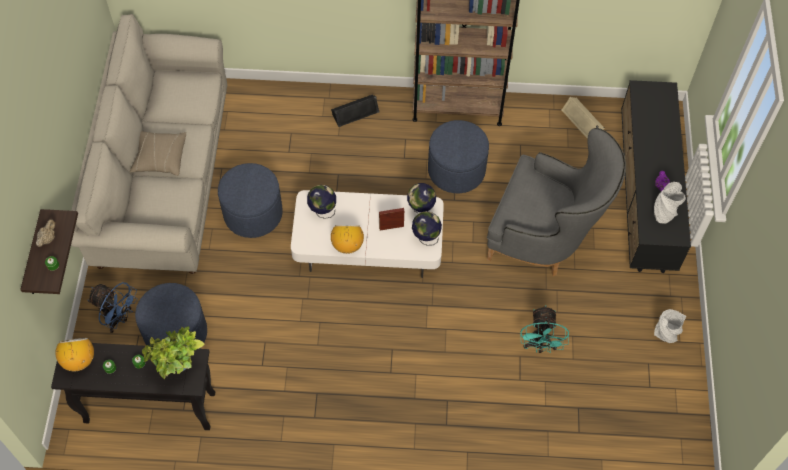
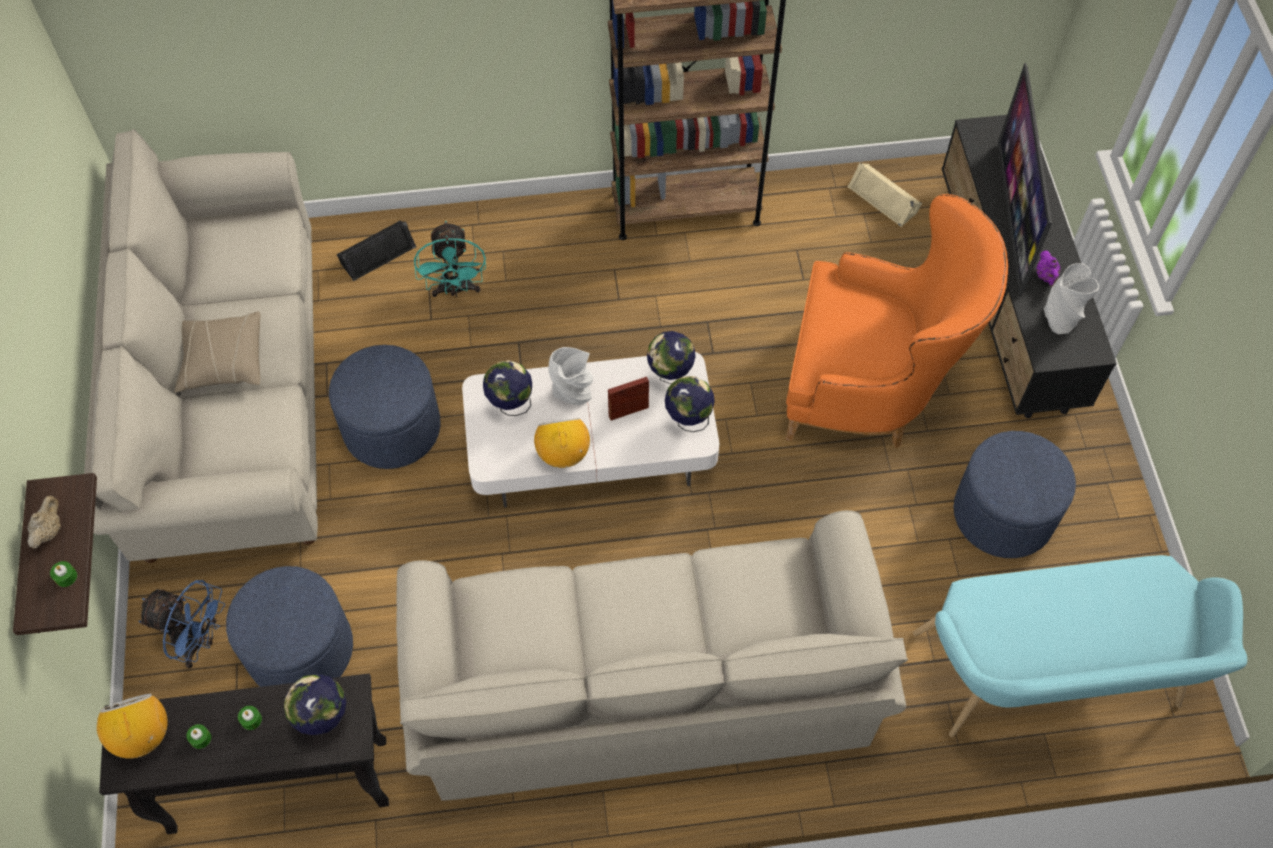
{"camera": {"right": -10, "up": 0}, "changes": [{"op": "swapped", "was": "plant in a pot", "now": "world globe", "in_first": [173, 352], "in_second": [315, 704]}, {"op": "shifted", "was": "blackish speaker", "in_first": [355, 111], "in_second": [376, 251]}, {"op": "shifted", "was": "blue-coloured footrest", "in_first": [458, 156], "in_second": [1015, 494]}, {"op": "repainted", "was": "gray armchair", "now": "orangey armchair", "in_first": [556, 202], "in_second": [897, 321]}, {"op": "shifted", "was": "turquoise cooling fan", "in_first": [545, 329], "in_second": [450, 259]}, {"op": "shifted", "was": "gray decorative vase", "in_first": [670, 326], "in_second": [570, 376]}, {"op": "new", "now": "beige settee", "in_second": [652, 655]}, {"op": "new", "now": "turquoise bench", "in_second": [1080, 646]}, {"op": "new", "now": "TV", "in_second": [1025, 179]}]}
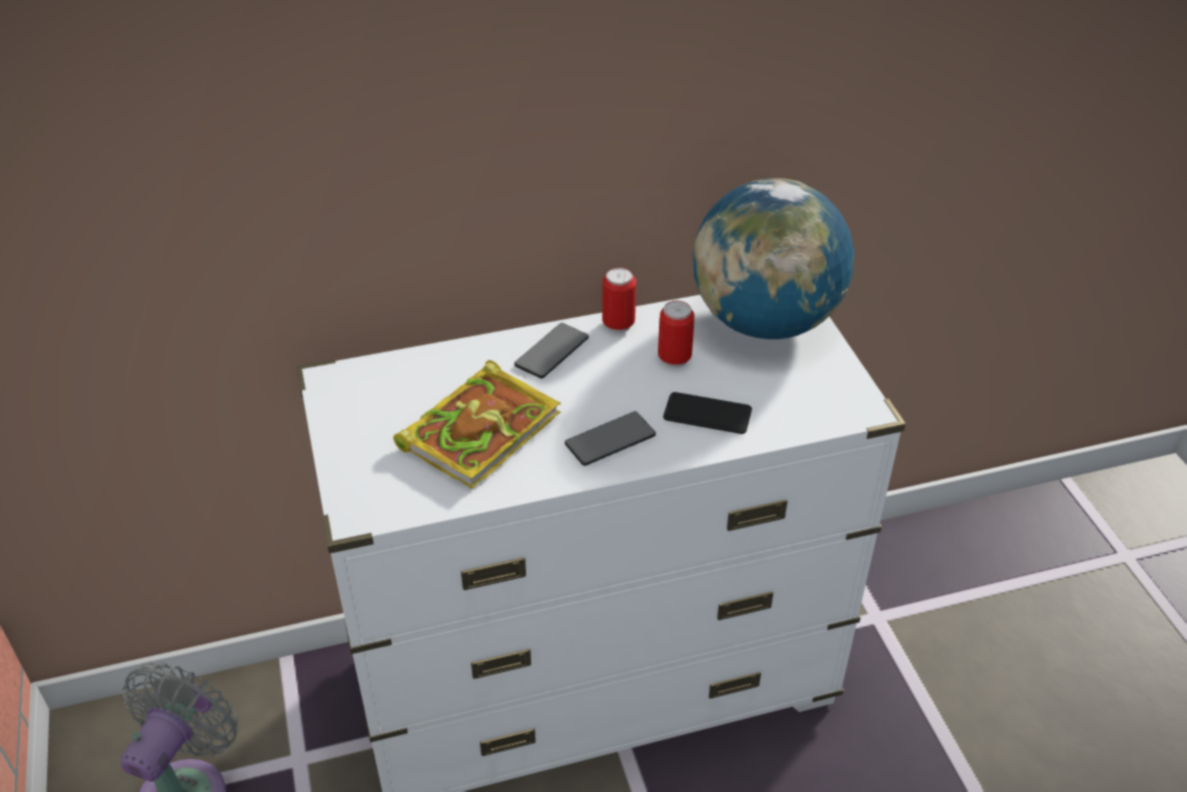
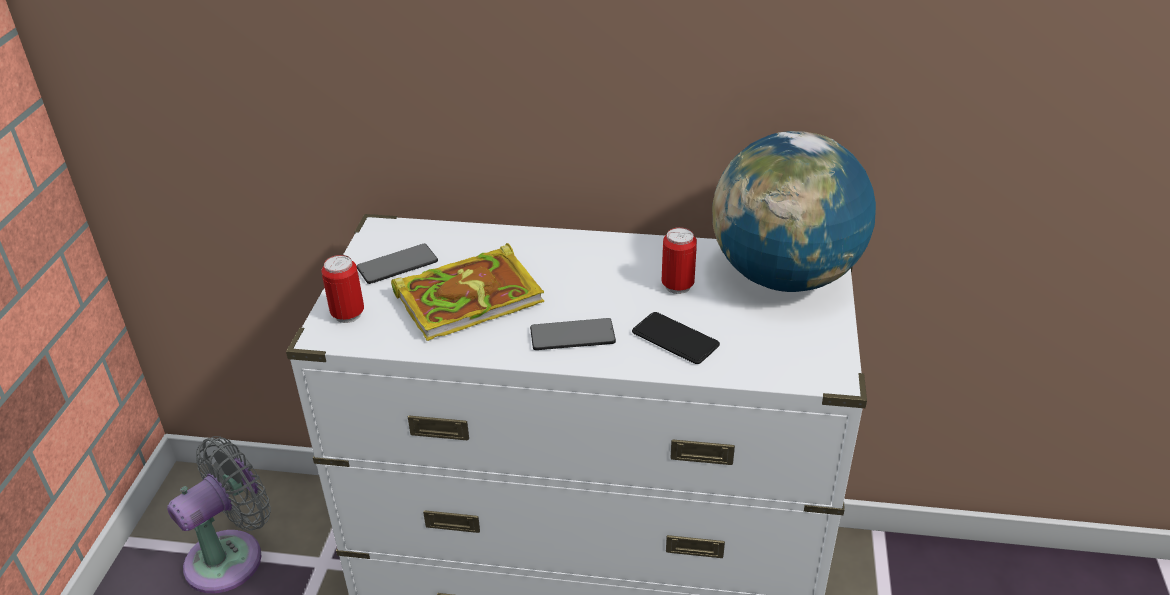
{"camera": {"right": 25, "up": -5}, "changes": [{"op": "shifted", "was": "telephone", "in_first": [551, 351], "in_second": [397, 264]}, {"op": "shifted", "was": "sealed can", "in_first": [619, 300], "in_second": [342, 289]}]}
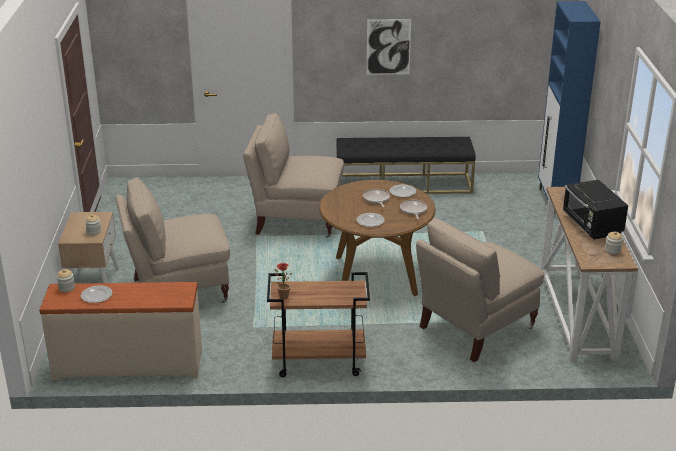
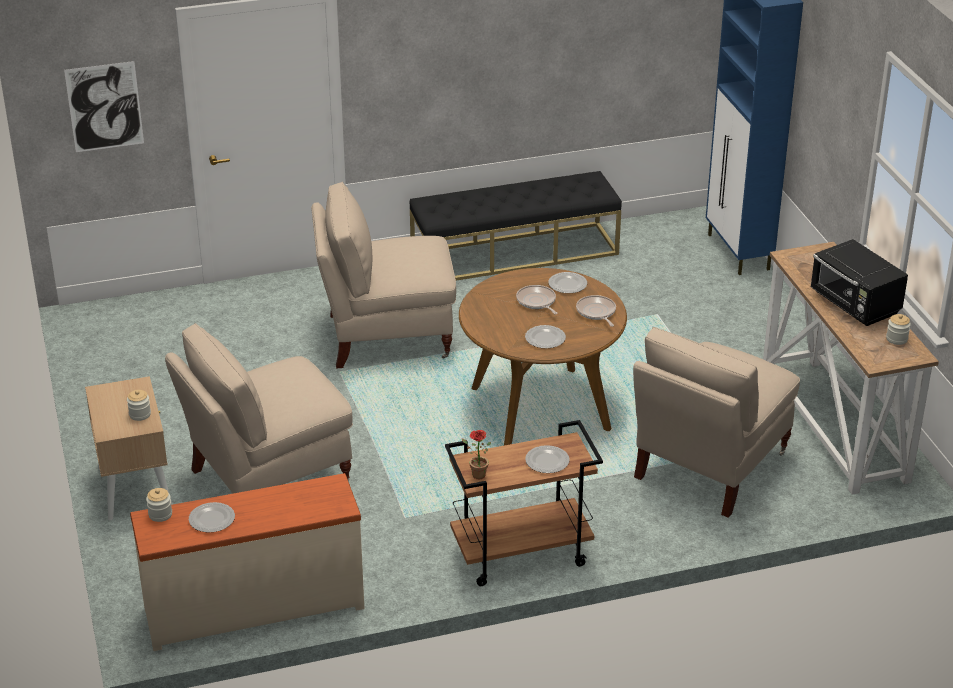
{"camera": {"right": -15, "up": 5}, "changes": [{"op": "shifted", "was": "wall picture", "in_first": [388, 47], "in_second": [104, 106]}, {"op": "new", "now": "dinner plate", "in_second": [547, 459]}]}
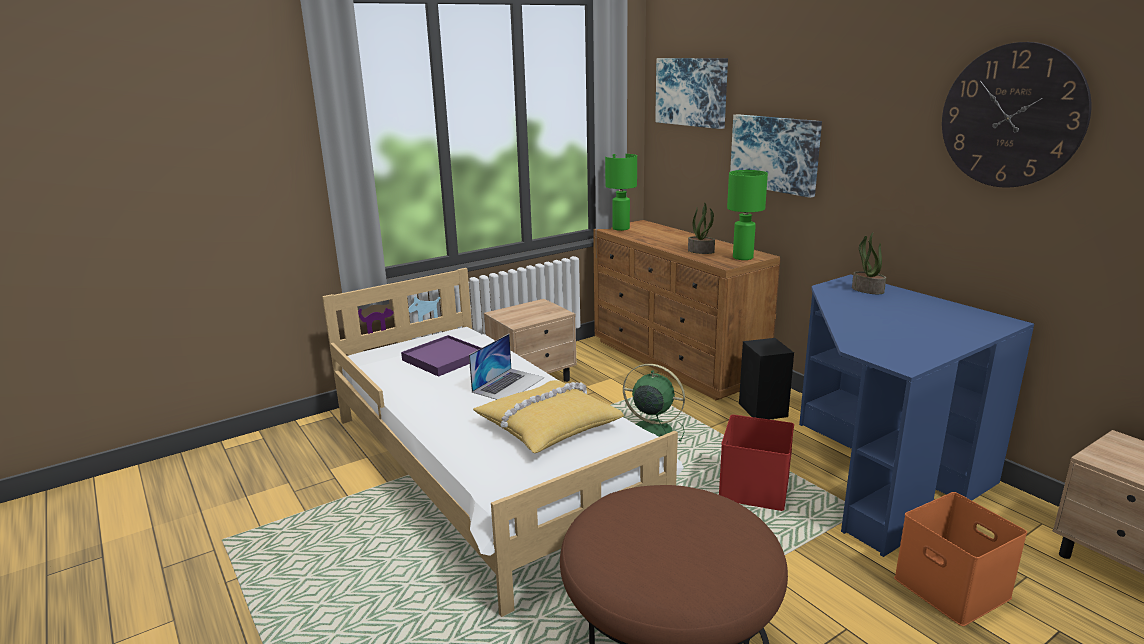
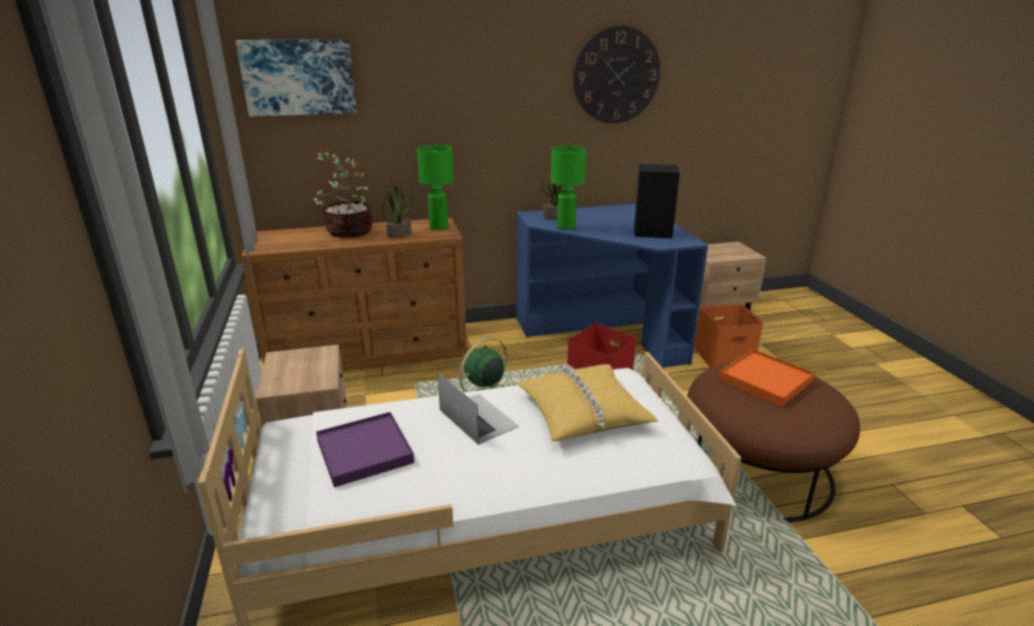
{"camera": {"right": -70, "up": 5}, "changes": [{"op": "shifted", "was": "greenish table lamp", "in_first": [621, 192], "in_second": [569, 188]}, {"op": "gone", "was": "wall picture", "in_first": [776, 156]}, {"op": "shifted", "was": "blackish speaker", "in_first": [766, 379], "in_second": [657, 201]}, {"op": "new", "now": "plant in a pot", "in_second": [341, 194]}, {"op": "new", "now": "orangey carrying tray", "in_second": [767, 378]}]}
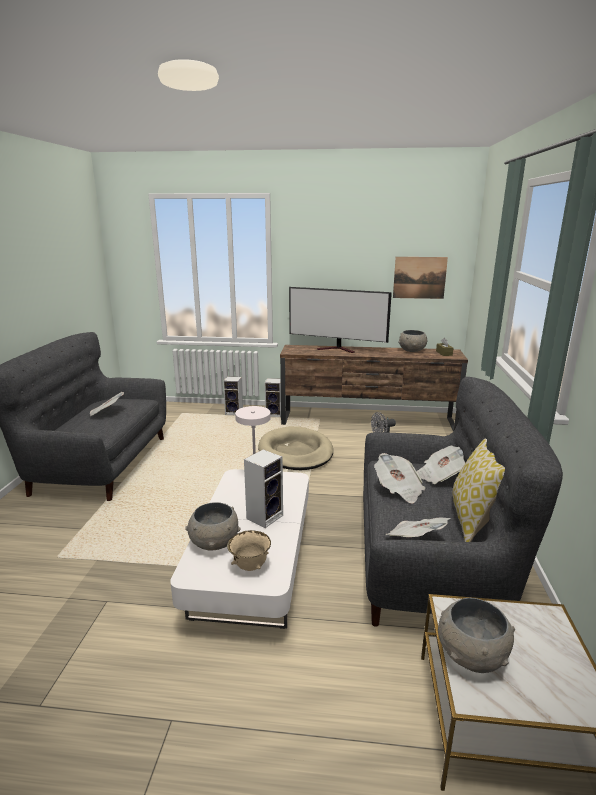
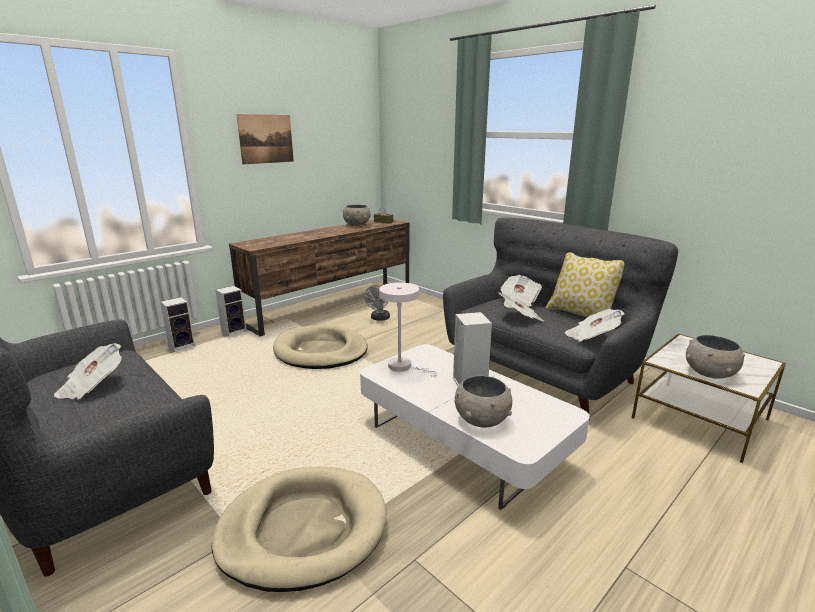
{"camera": {"right": -50, "up": 0}, "changes": [{"op": "gone", "was": "beige bowl", "in_first": [249, 550]}, {"op": "gone", "was": "TV", "in_first": [340, 320]}, {"op": "shifted", "was": "wall picture", "in_first": [420, 278], "in_second": [265, 139]}, {"op": "new", "now": "beige dog cushion", "in_second": [299, 529]}]}
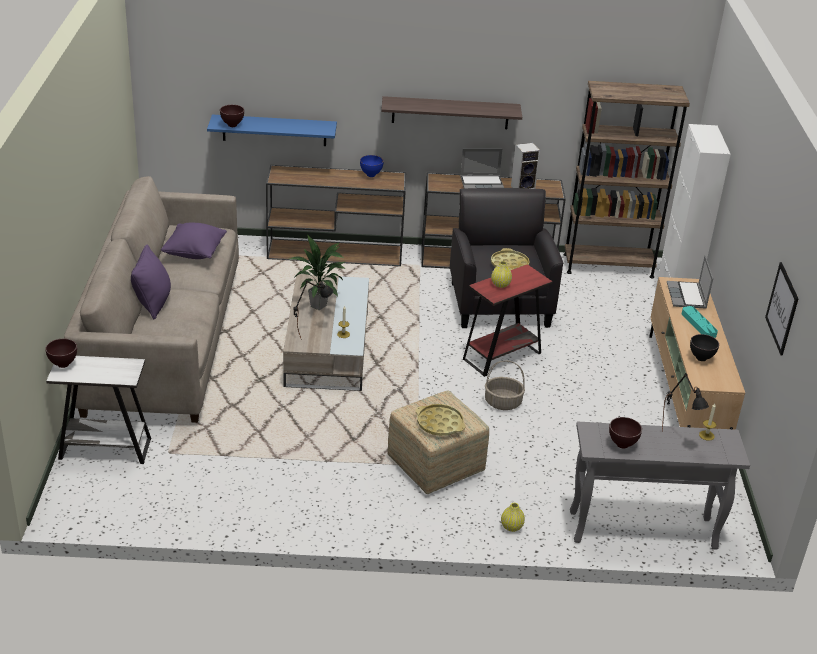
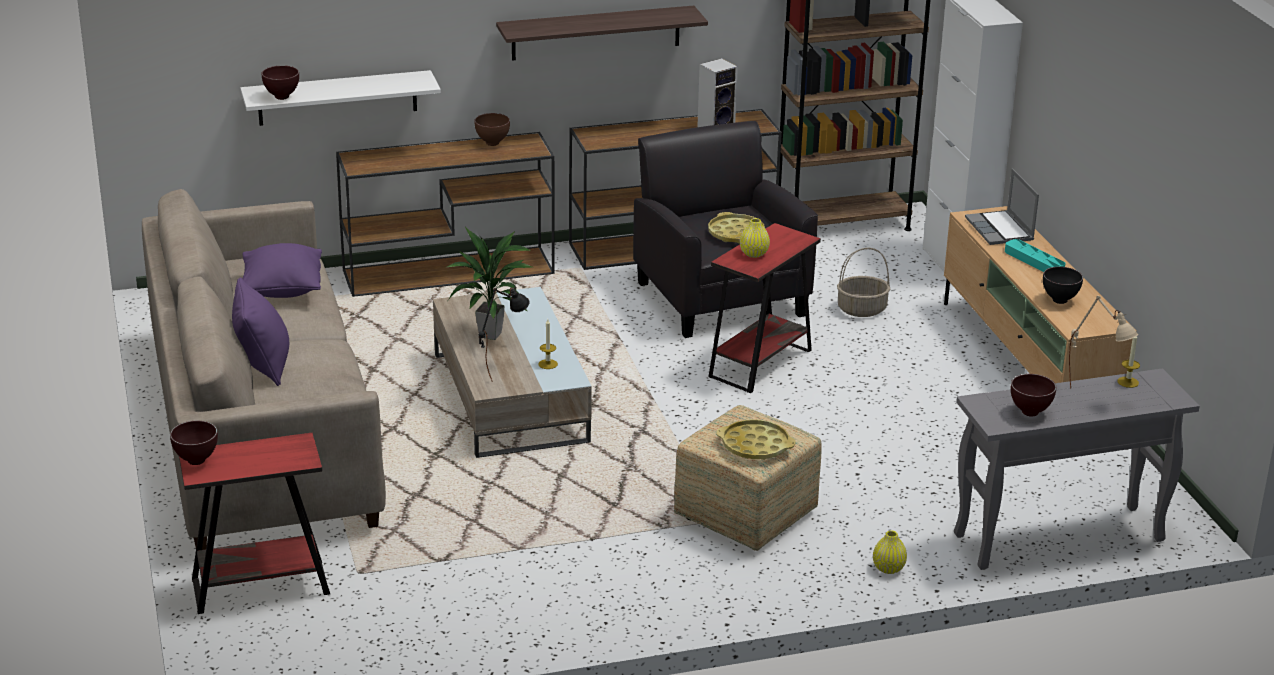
{"camera": {"right": -15, "up": -5}, "changes": [{"op": "repainted", "was": "white-coloured side table", "now": "reddish side table", "in_first": [98, 410], "in_second": [254, 523]}, {"op": "repainted", "was": "blue-coloured shelf", "now": "white-coloured shelf", "in_first": [272, 130], "in_second": [340, 98]}, {"op": "repainted", "was": "blue-coloured bowl", "now": "brown bowl", "in_first": [372, 166], "in_second": [492, 129]}, {"op": "gone", "was": "portable computer", "in_first": [482, 168]}, {"op": "shifted", "was": "storage basket", "in_first": [505, 385], "in_second": [863, 282]}, {"op": "repainted", "was": "blackish table lamp", "now": "beige table lamp", "in_first": [685, 402], "in_second": [1103, 342]}, {"op": "gone", "was": "wall picture", "in_first": [781, 309]}]}
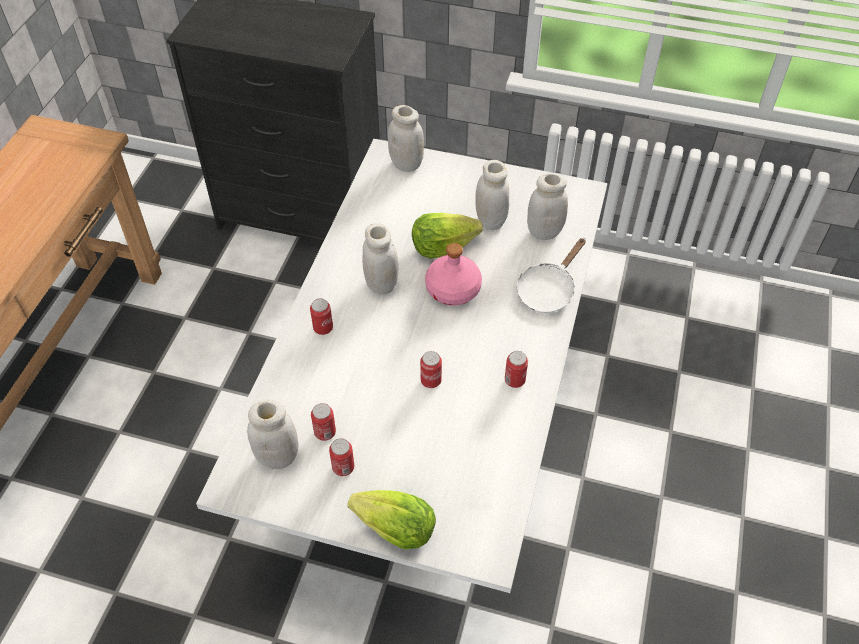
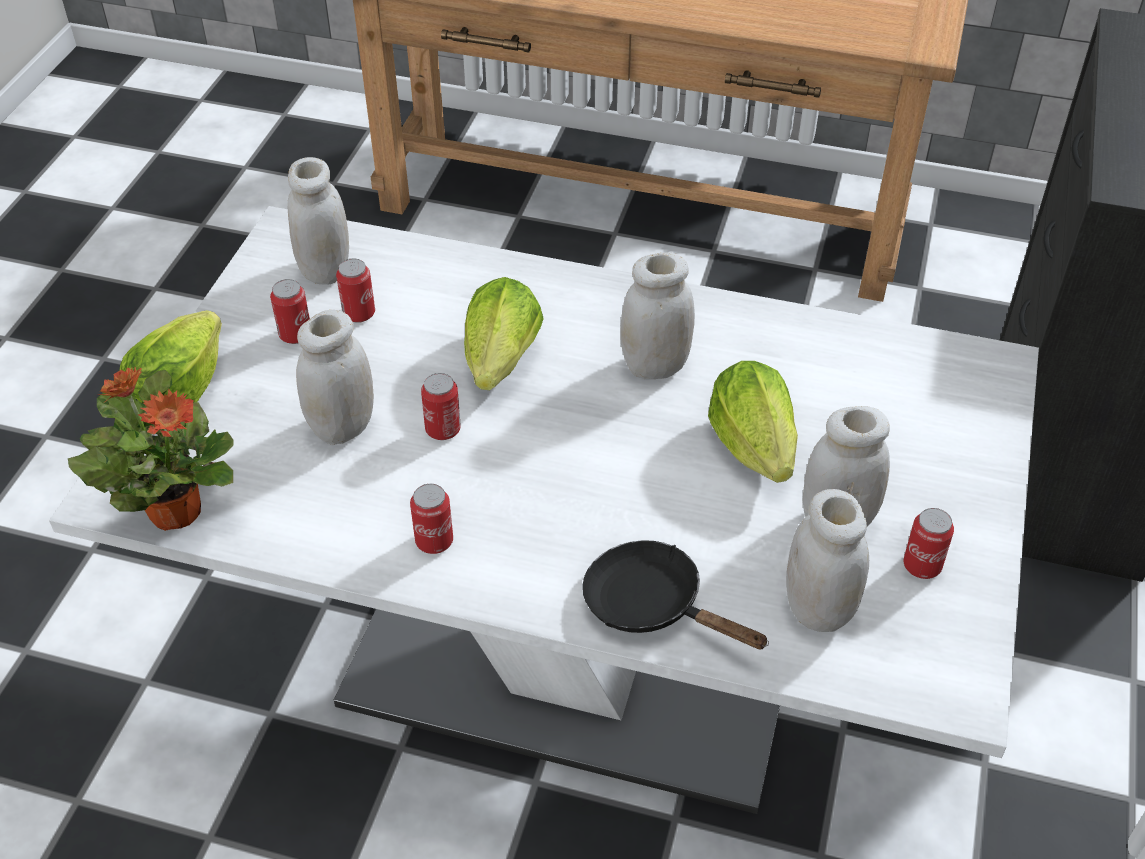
{"camera": {"right": 90, "up": -5}, "changes": [{"op": "shifted", "was": "sealed can", "in_first": [321, 316], "in_second": [928, 543]}, {"op": "shifted", "was": "white-coloured storage jar", "in_first": [406, 138], "in_second": [335, 377]}, {"op": "gone", "was": "pinkish bottle", "in_first": [453, 274]}, {"op": "repainted", "was": "white-coloured pan", "now": "blackish pan", "in_first": [551, 275], "in_second": [675, 595]}, {"op": "new", "now": "plant in a pot", "in_second": [151, 449]}, {"op": "new", "now": "head of lettuce", "in_second": [504, 333]}]}
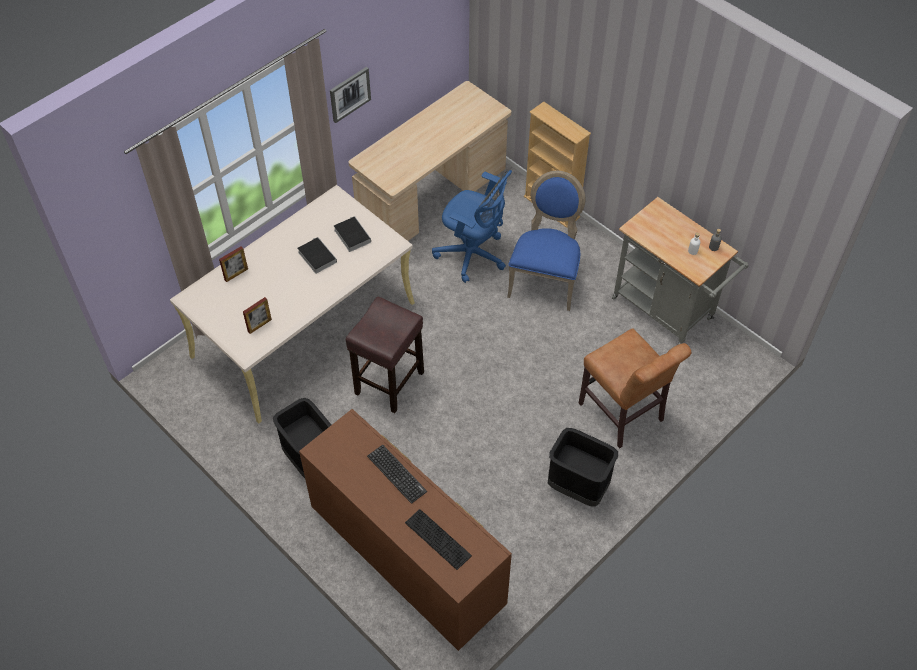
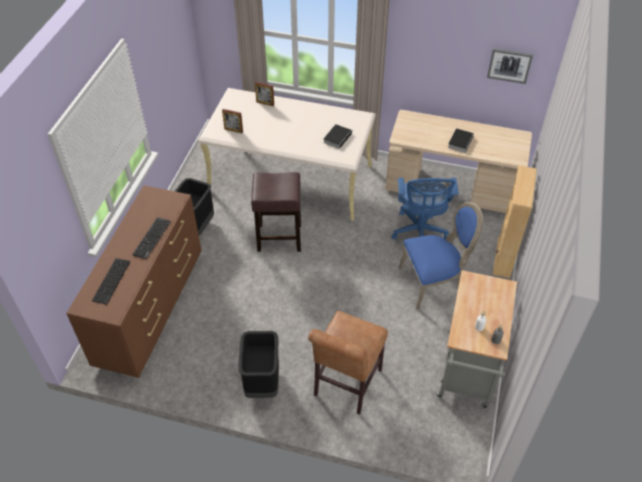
{"camera": {"right": 60, "up": -5}, "changes": [{"op": "shifted", "was": "bound book", "in_first": [317, 255], "in_second": [461, 140]}, {"op": "shifted", "was": "wall picture", "in_first": [350, 95], "in_second": [510, 66]}]}
